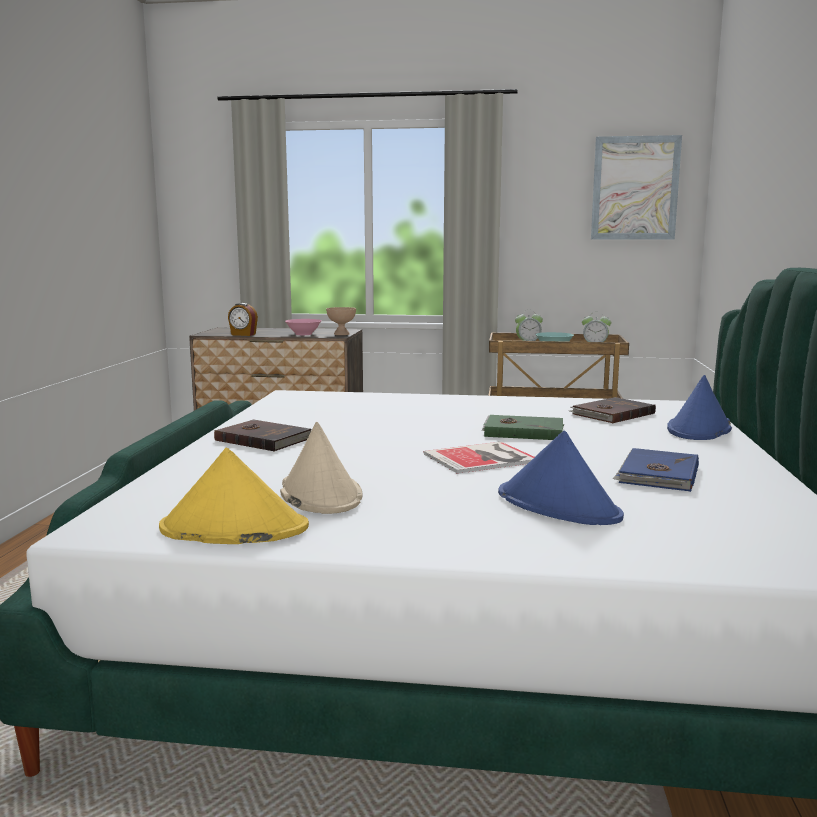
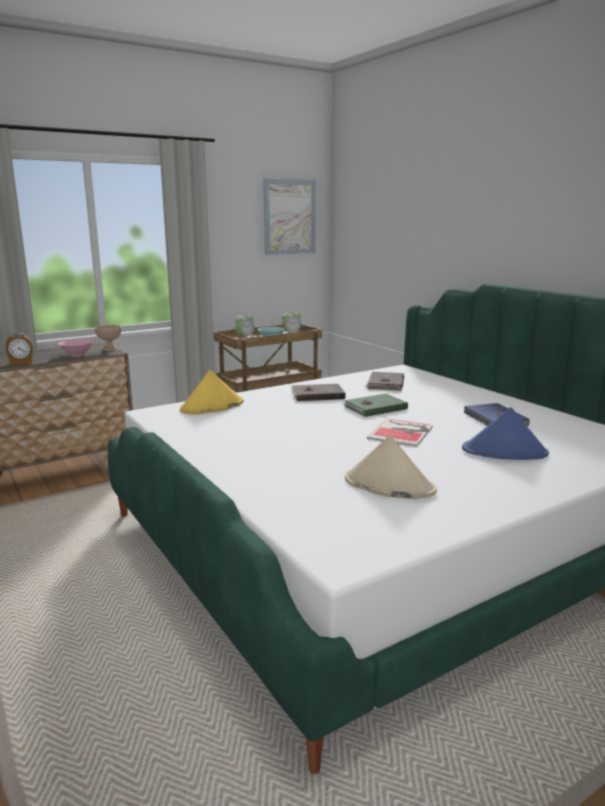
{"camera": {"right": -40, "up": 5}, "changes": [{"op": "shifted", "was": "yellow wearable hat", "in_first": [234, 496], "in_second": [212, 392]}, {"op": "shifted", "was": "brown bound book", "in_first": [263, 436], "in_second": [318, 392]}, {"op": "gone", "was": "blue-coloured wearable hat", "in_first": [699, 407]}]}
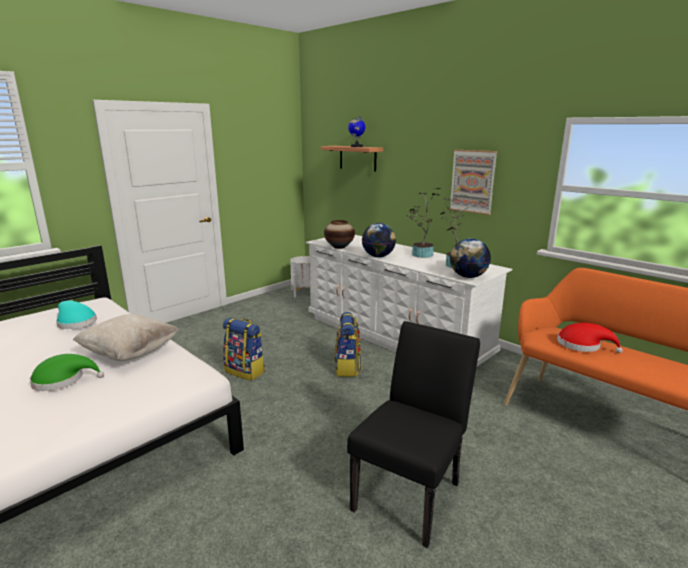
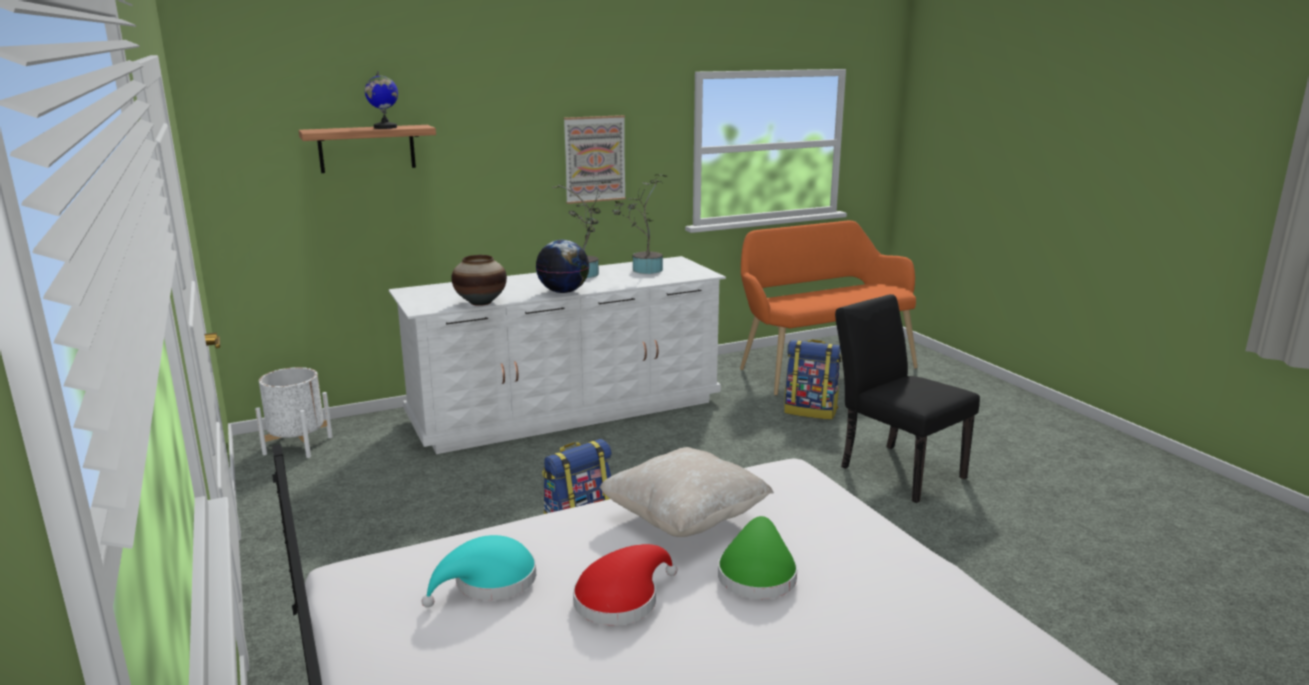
{"camera": {"right": -70, "up": 0}, "changes": [{"op": "shifted", "was": "knapsack", "in_first": [348, 344], "in_second": [812, 380]}, {"op": "gone", "was": "world globe", "in_first": [470, 258]}, {"op": "shifted", "was": "reddish wearable hat", "in_first": [590, 338], "in_second": [625, 584]}]}
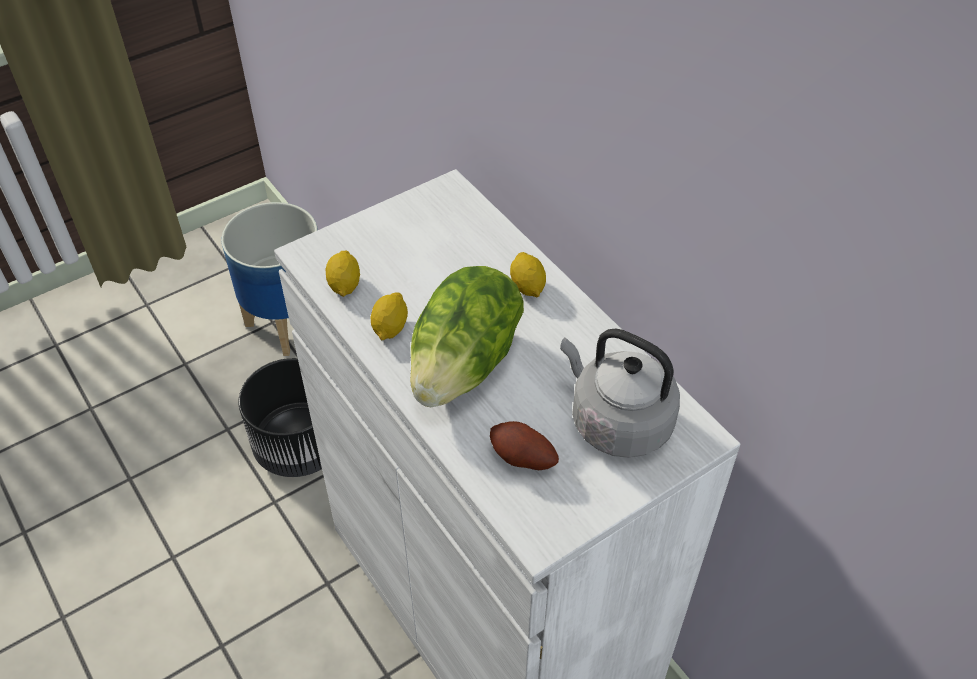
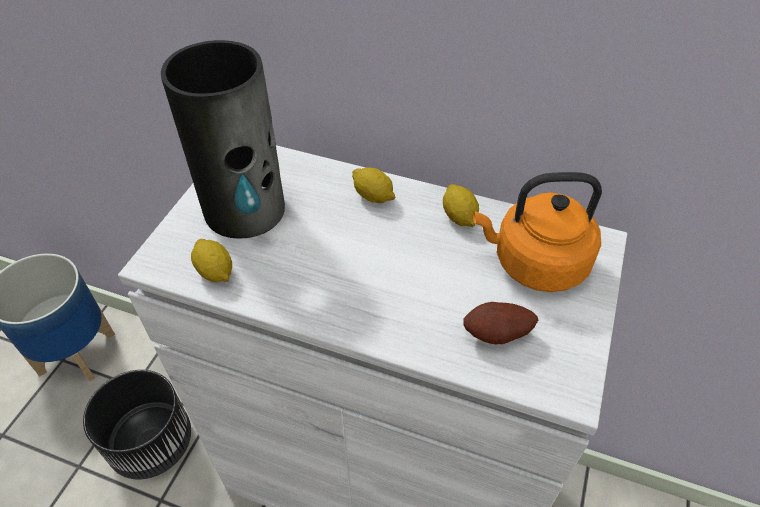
{"camera": {"right": -35, "up": 0}, "changes": [{"op": "shifted", "was": "citrus fruit", "in_first": [389, 317], "in_second": [461, 205]}, {"op": "gone", "was": "head of lettuce", "in_first": [467, 336]}, {"op": "repainted", "was": "gray kettle", "now": "orangey kettle", "in_first": [620, 393], "in_second": [537, 232]}, {"op": "new", "now": "decorative vase", "in_second": [223, 139]}]}
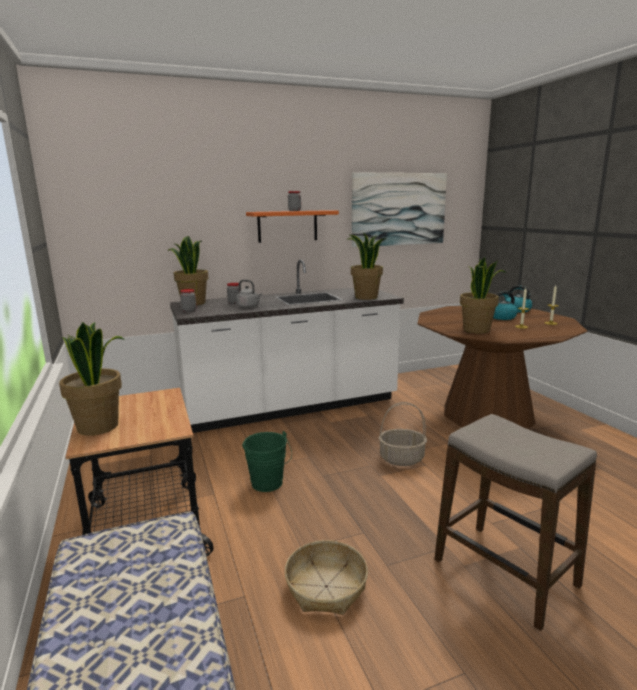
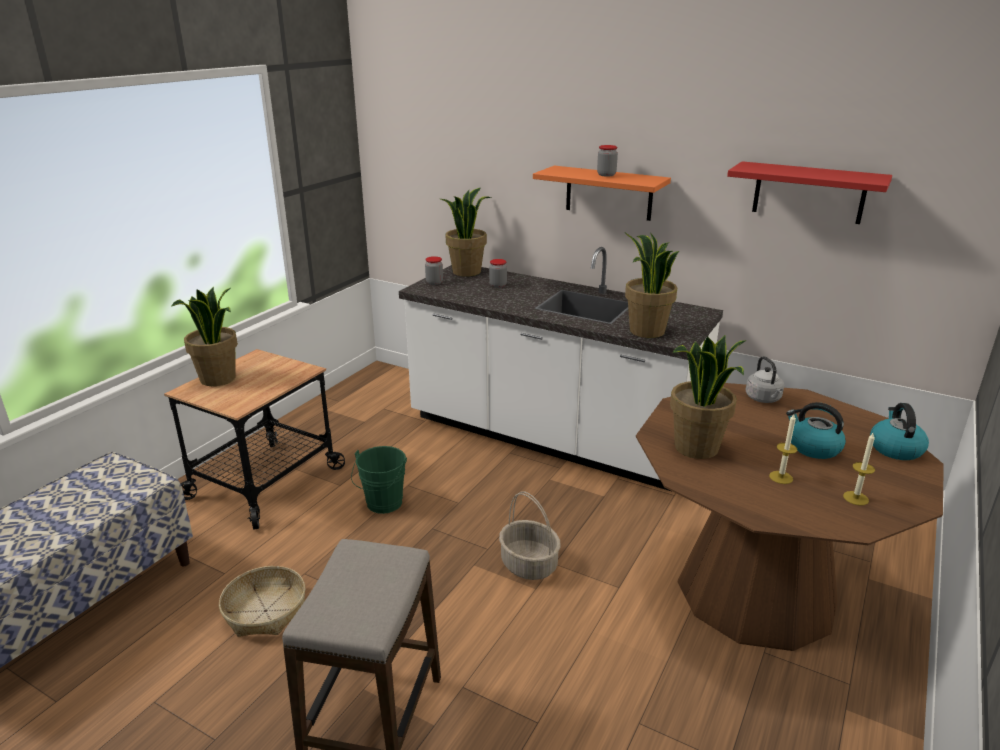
{"camera": {"right": 50, "up": 10}, "changes": [{"op": "shifted", "was": "gray kettle", "in_first": [249, 294], "in_second": [764, 379]}, {"op": "swapped", "was": "wall picture", "now": "reddish shelf", "in_first": [399, 209], "in_second": [809, 192]}]}
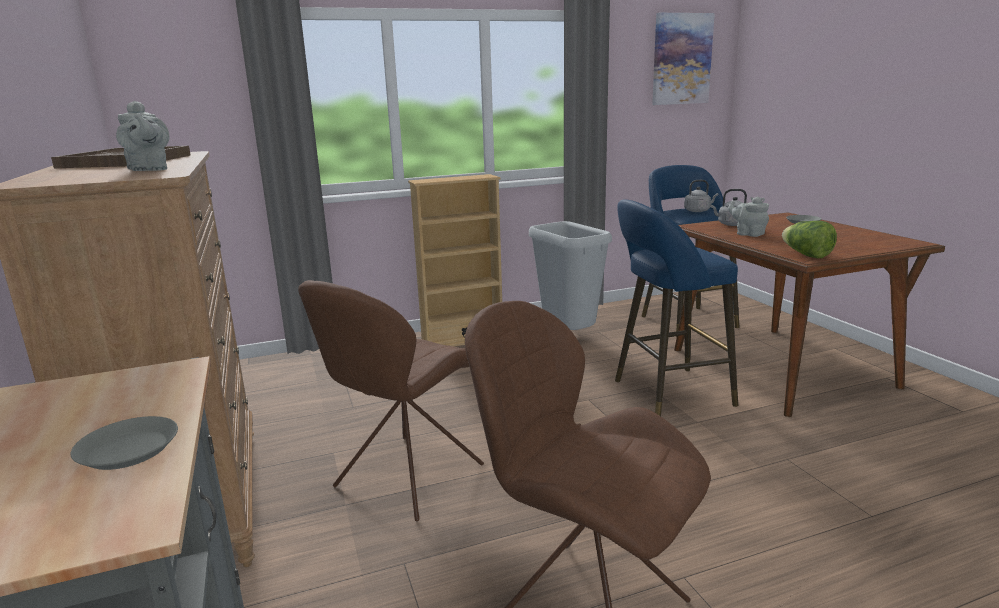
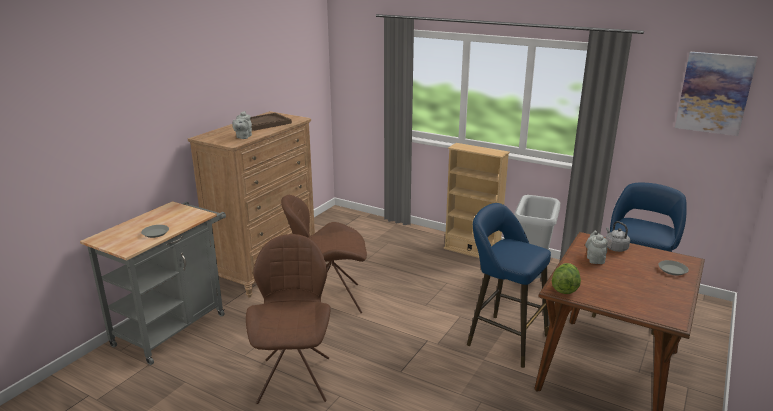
{"camera": {"right": 50, "up": 5}, "changes": [{"op": "gone", "was": "gray kettle", "in_first": [701, 196]}]}
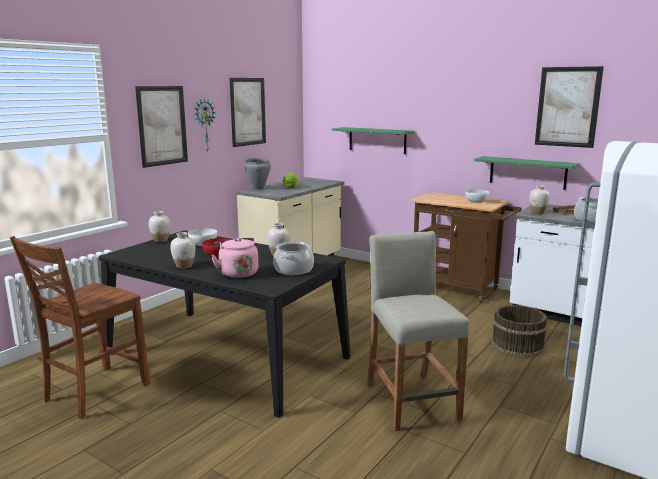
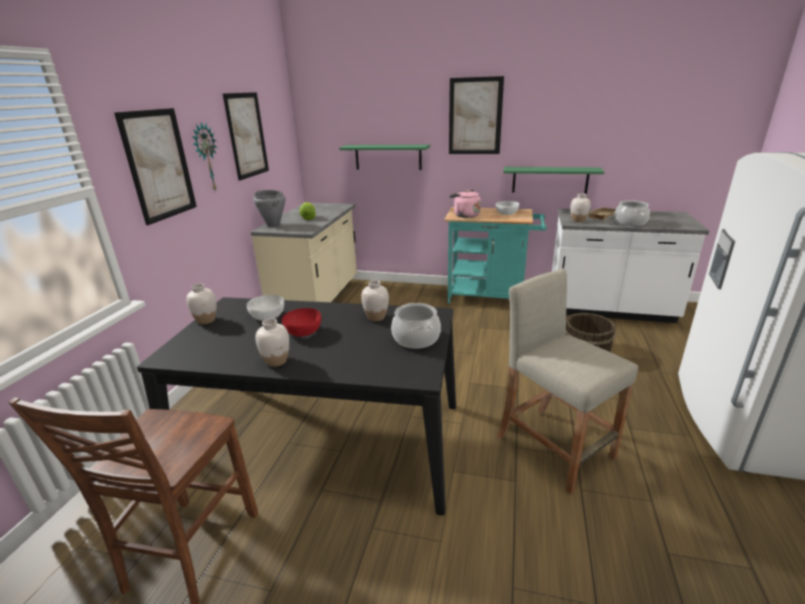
{"camera": {"right": -20, "up": 10}, "changes": [{"op": "shifted", "was": "pinkish kettle", "in_first": [234, 258], "in_second": [465, 204]}, {"op": "repainted", "was": "brown cart", "now": "turquoise cart", "in_first": [466, 247], "in_second": [495, 255]}, {"op": "shifted", "was": "wall picture", "in_first": [569, 107], "in_second": [476, 115]}]}
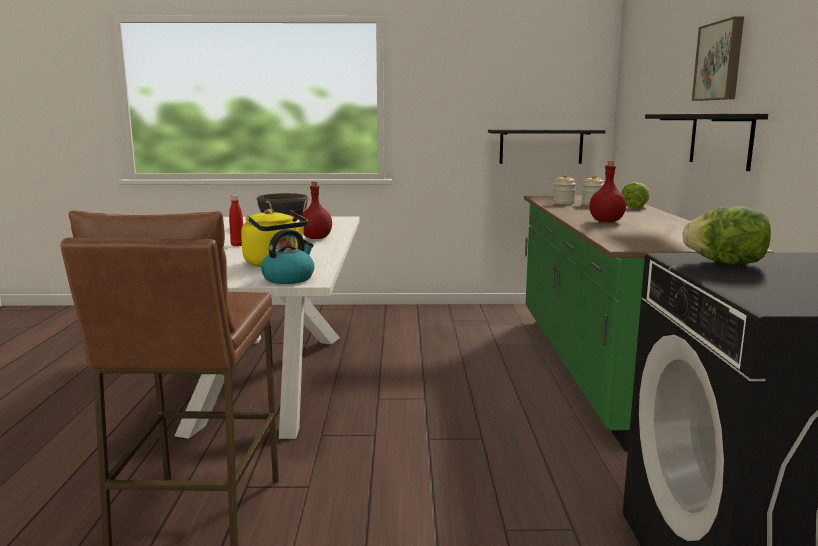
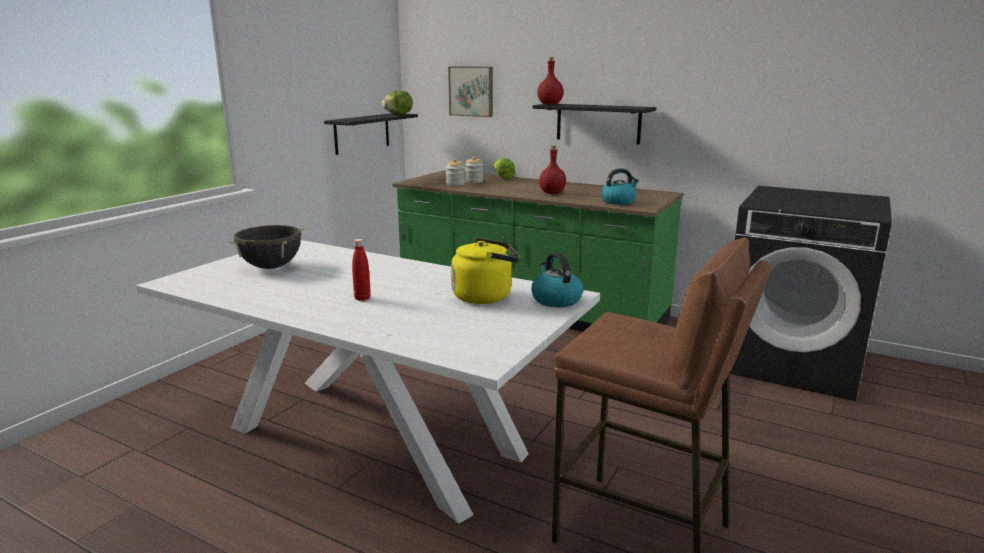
{"camera": {"right": -60, "up": 5}, "changes": [{"op": "shifted", "was": "reddish bottle", "in_first": [316, 210], "in_second": [550, 81]}, {"op": "shifted", "was": "head of lettuce", "in_first": [726, 235], "in_second": [397, 102]}, {"op": "shifted", "was": "wall picture", "in_first": [718, 59], "in_second": [470, 91]}, {"op": "new", "now": "kettle", "in_second": [620, 186]}]}
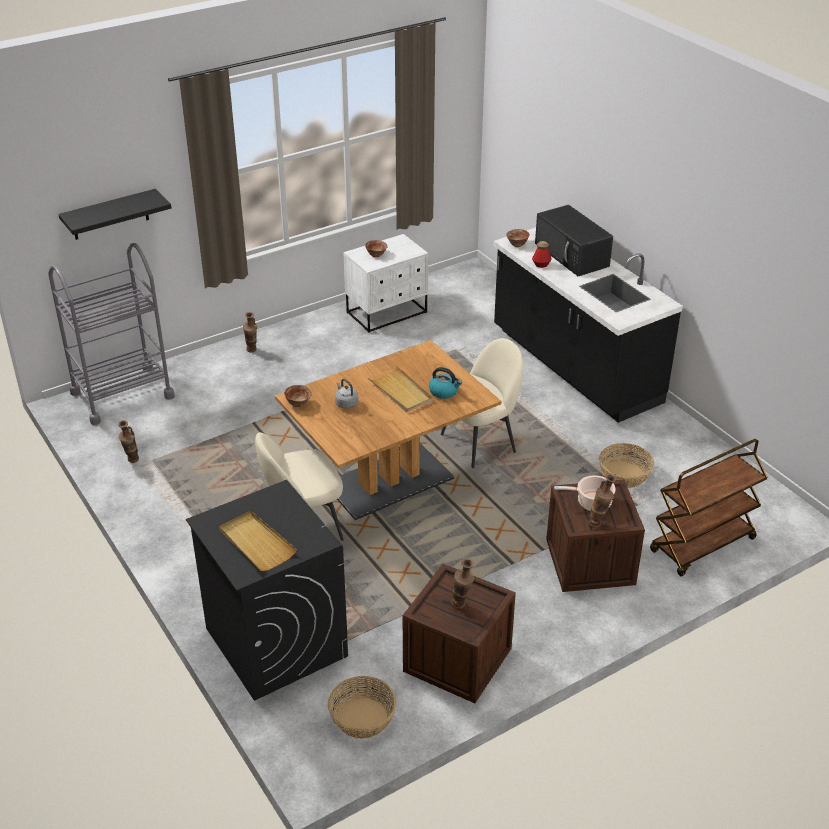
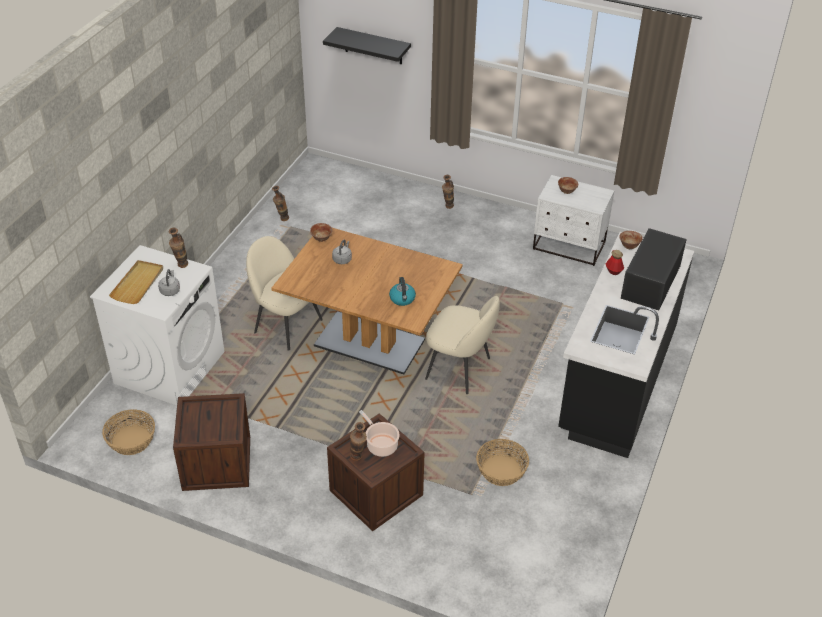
{"camera": {"right": 55, "up": 5}, "changes": [{"op": "gone", "was": "gray cart", "in_first": [111, 334]}, {"op": "repainted", "was": "blackish washing machine", "now": "white-coloured washing machine", "in_first": [267, 590], "in_second": [157, 325]}, {"op": "gone", "was": "beige carrying tray", "in_first": [400, 389]}, {"op": "shifted", "was": "decorative vase", "in_first": [462, 583], "in_second": [178, 247]}, {"op": "gone", "was": "brown cart", "in_first": [709, 507]}, {"op": "new", "now": "gray kettle", "in_second": [169, 282]}]}
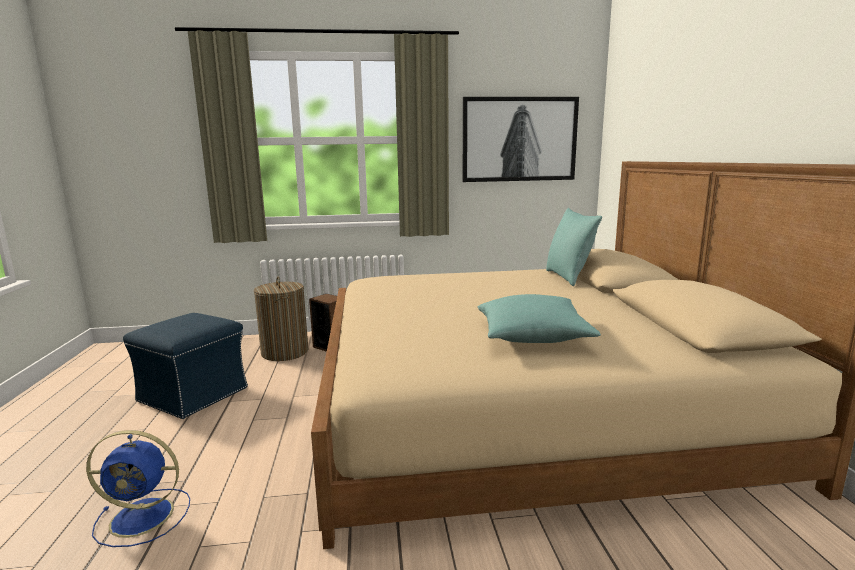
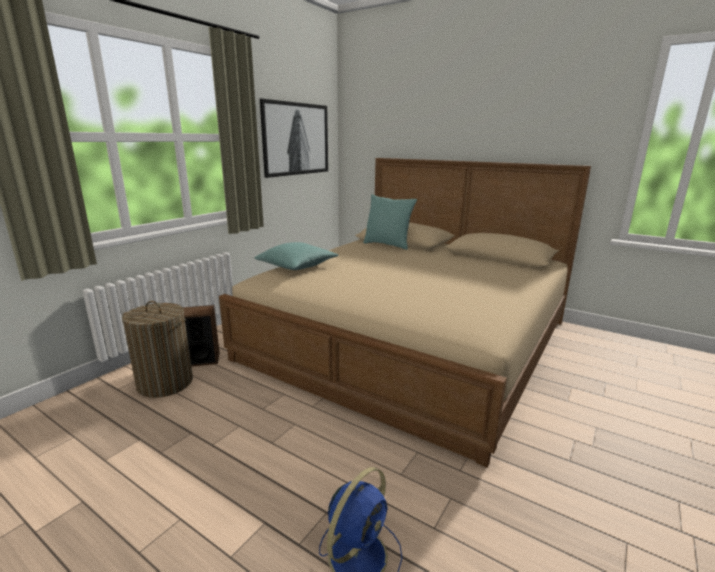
{"camera": {"right": -50, "up": 5}, "changes": [{"op": "gone", "was": "blue-coloured footrest", "in_first": [185, 366]}, {"op": "shifted", "was": "turquoise throw pillow", "in_first": [539, 318], "in_second": [296, 256]}]}
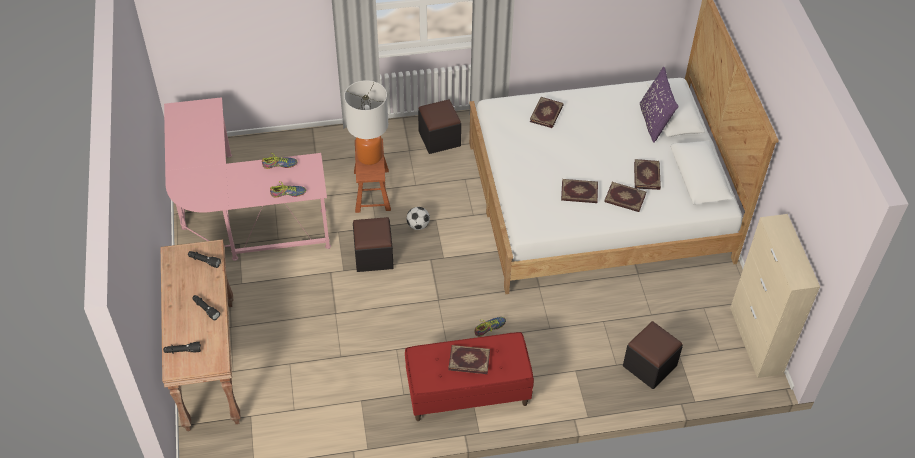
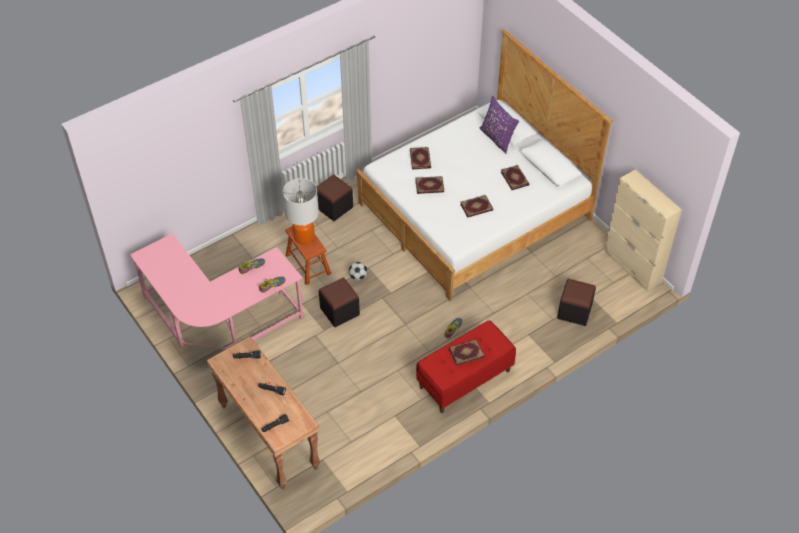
{"camera": {"right": -25, "up": 0}, "changes": [{"op": "shifted", "was": "bound book", "in_first": [625, 197], "in_second": [430, 185]}]}
